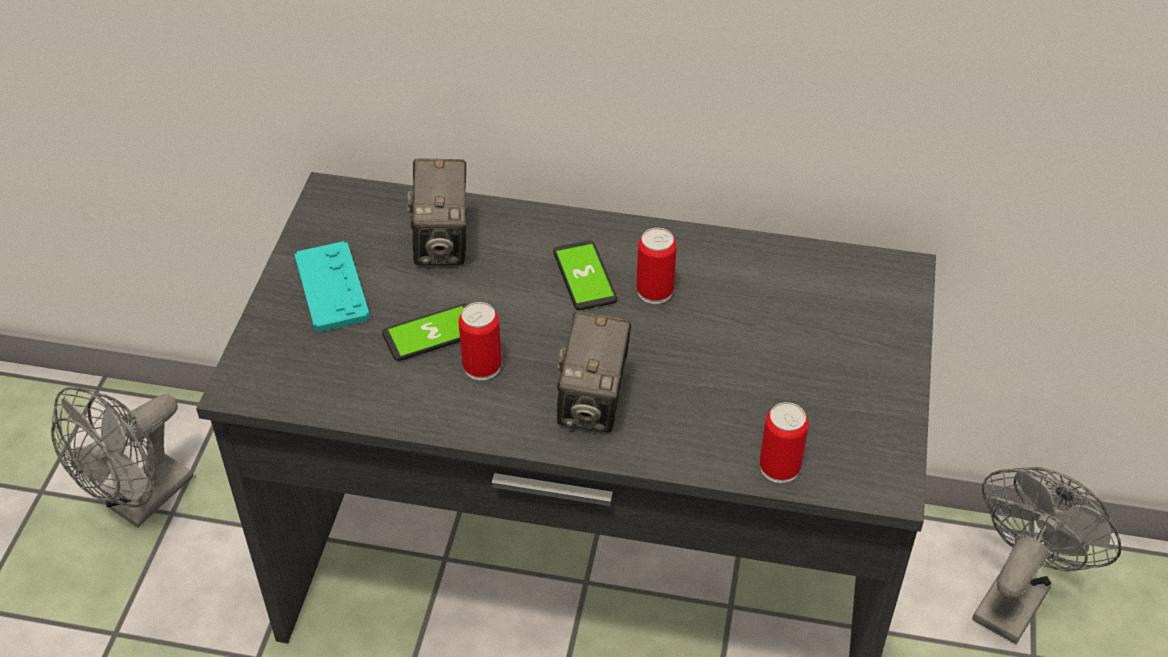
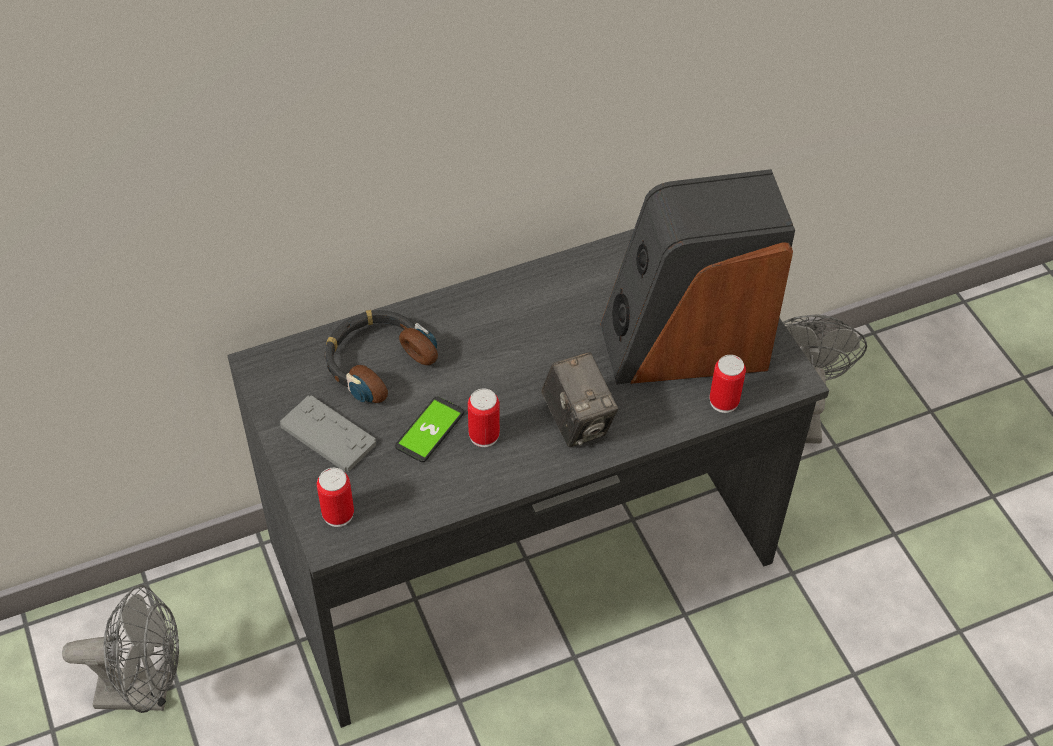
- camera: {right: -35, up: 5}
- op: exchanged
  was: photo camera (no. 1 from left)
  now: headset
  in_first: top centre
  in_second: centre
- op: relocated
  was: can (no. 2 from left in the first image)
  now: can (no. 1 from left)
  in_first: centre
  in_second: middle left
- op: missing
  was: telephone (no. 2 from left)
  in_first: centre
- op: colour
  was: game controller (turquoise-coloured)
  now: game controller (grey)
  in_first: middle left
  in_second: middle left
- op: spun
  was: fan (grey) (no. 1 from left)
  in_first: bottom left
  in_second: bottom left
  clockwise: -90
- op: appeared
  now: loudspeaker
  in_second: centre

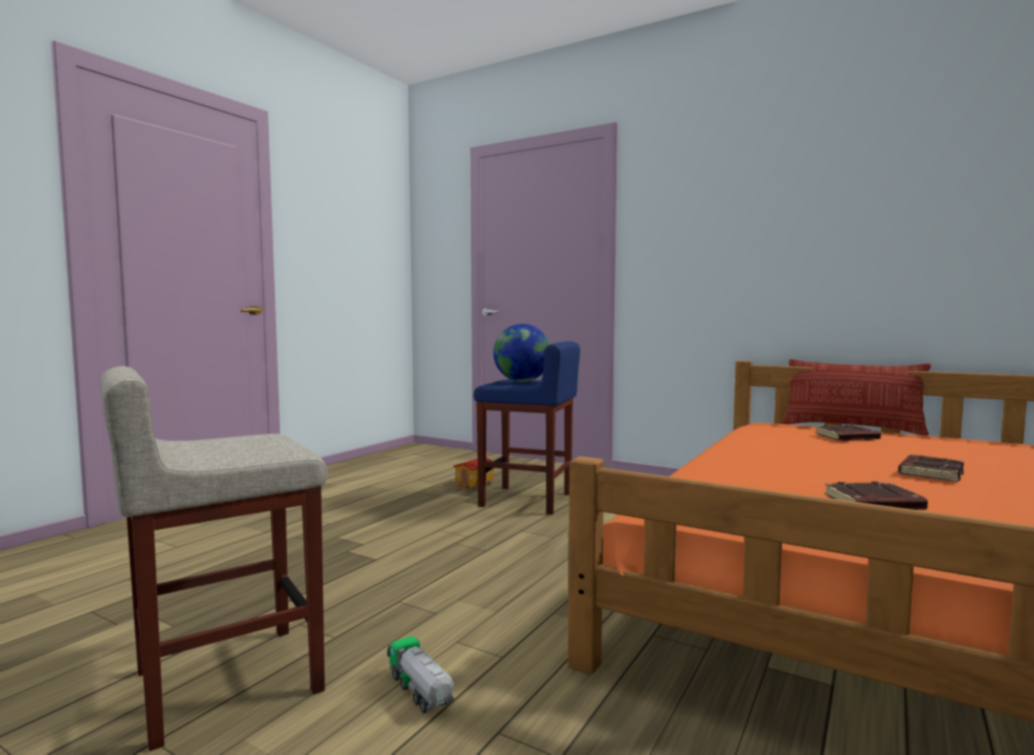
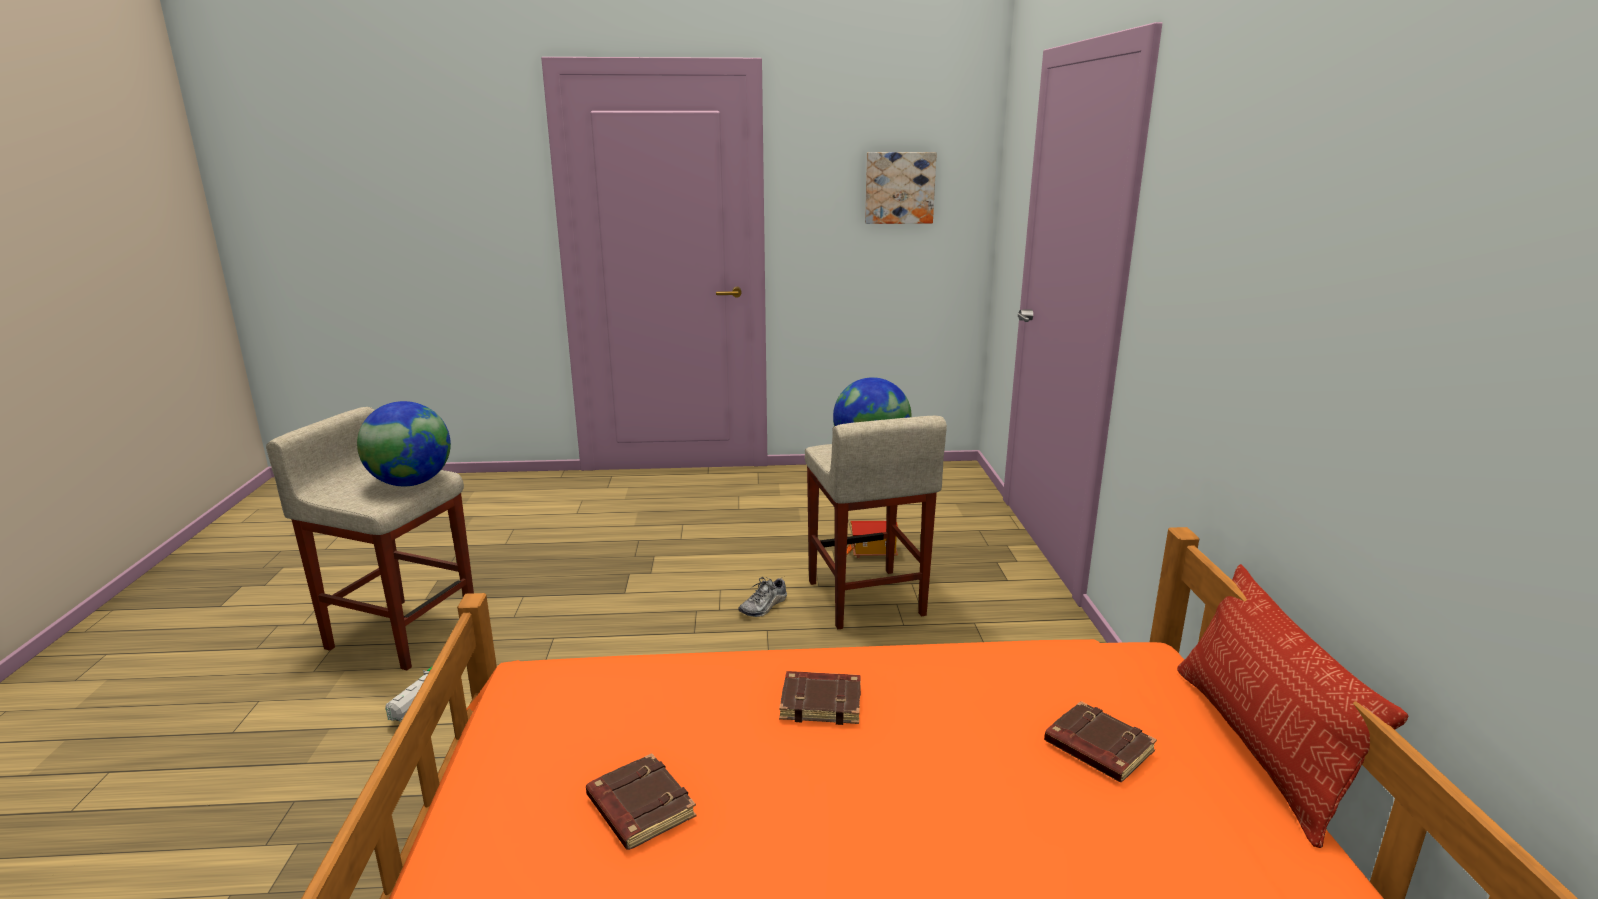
- camera: {right: 55, up: 15}
- op: colour
  was: stool seat (bluish)
  now: stool seat (sand-coloured) (no. 2 from left)
  in_first: centre
  in_second: centre
- op: relocated
  was: volume (brown) (no. 3 from left in the first image)
  now: volume (brown) (no. 2 from left)
  in_first: middle right
  in_second: bottom centre
- op: appeared
  now: picture
  in_second: top centre
- op: appeared
  now: desk globe (no. 1 from left)
  in_second: middle left
- op: appeared
  now: low shoe
  in_second: centre

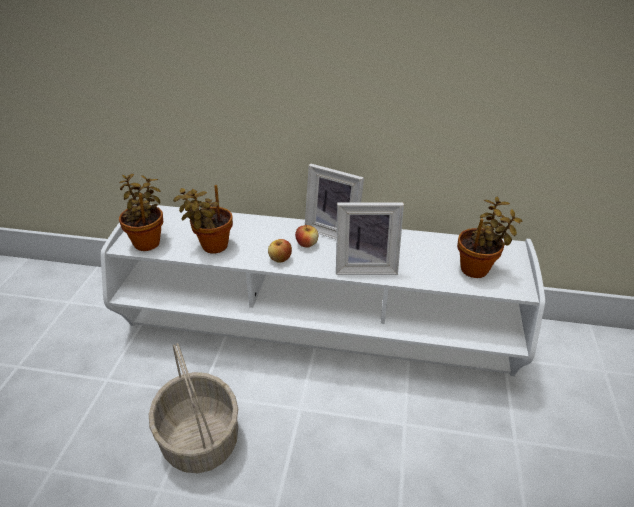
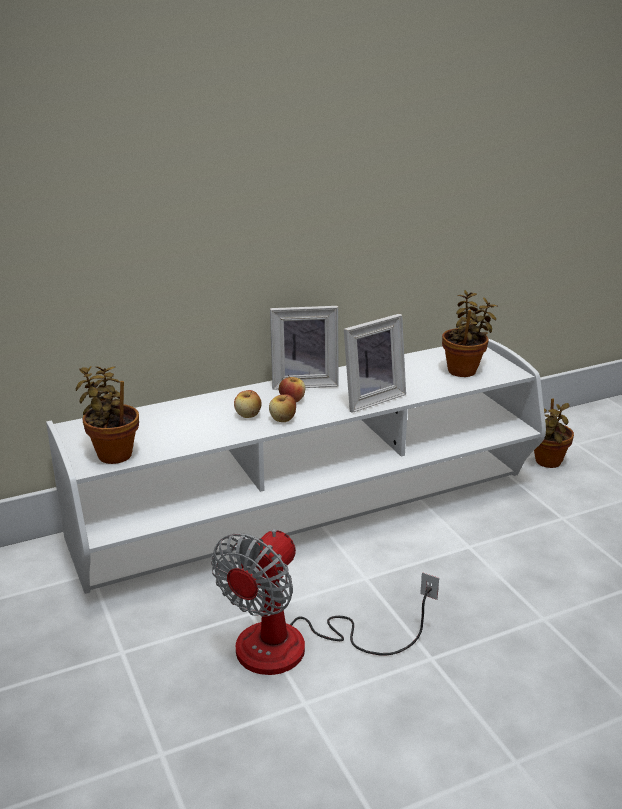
- camera: {right: -35, up: -10}
- op: relocated
  was: plant in a pot (no. 2 from left in the first image)
  now: plant in a pot (no. 3 from left)
  in_first: middle left
  in_second: middle right
- op: exchanged
  was: basket
  now: fan
  in_first: bottom left
  in_second: bottom centre
- op: appeared
  now: whole apple (no. 1 from left)
  in_second: centre

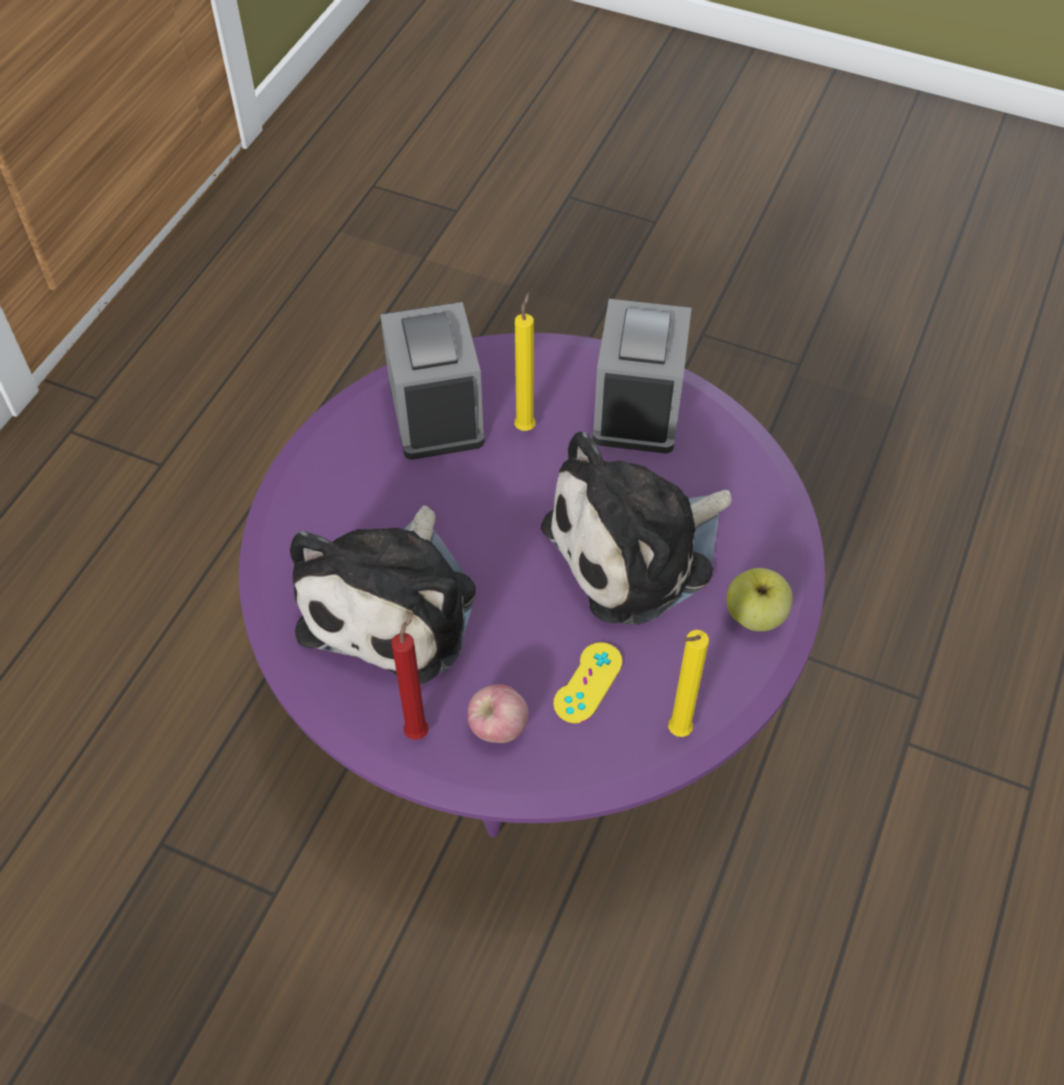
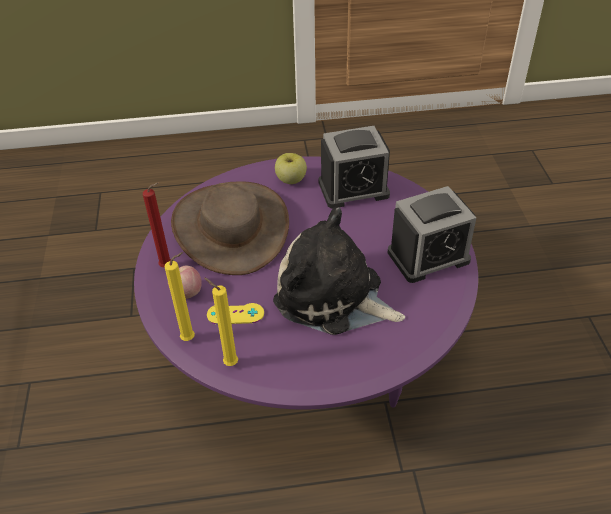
- camera: {right: 60, up: -10}
- op: relocated
  was: wax light (yellowish) (no. 1 from left)
  in_first: top centre
  in_second: middle left
- op: spun
  was: table clock (no. 1 from left)
  in_first: centre
  in_second: top centre
  clockwise: -150
- op: exchanged
  was: soft toy (no. 1 from left)
  now: wearable hat (brown)
  in_first: centre
  in_second: centre
- op: relocated
  was: whole apple (no. 2 from left)
  in_first: middle right
  in_second: top centre

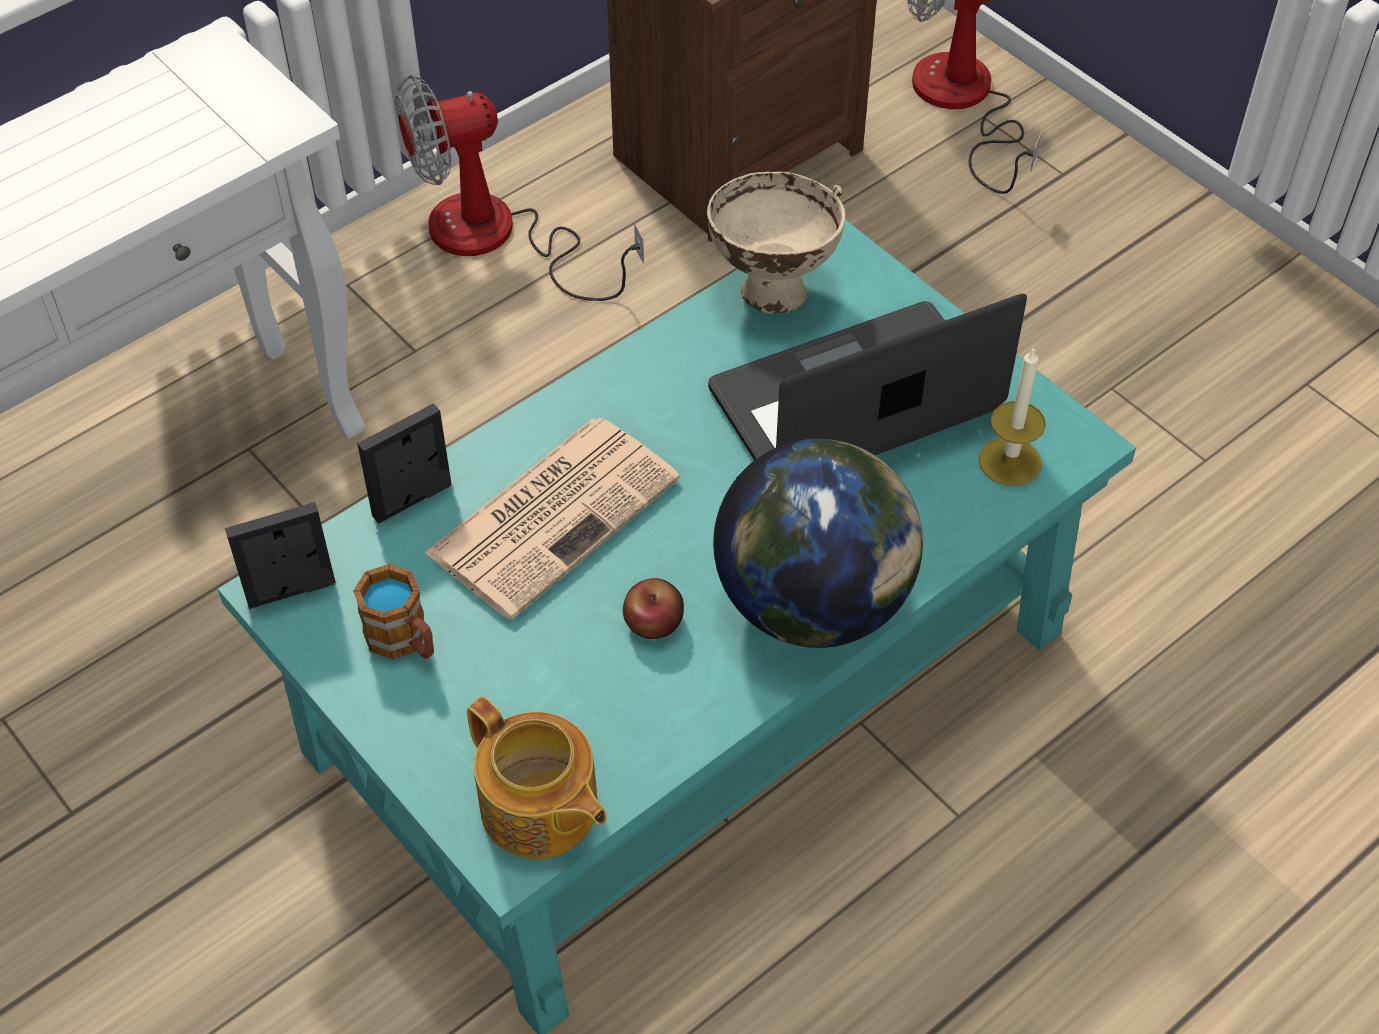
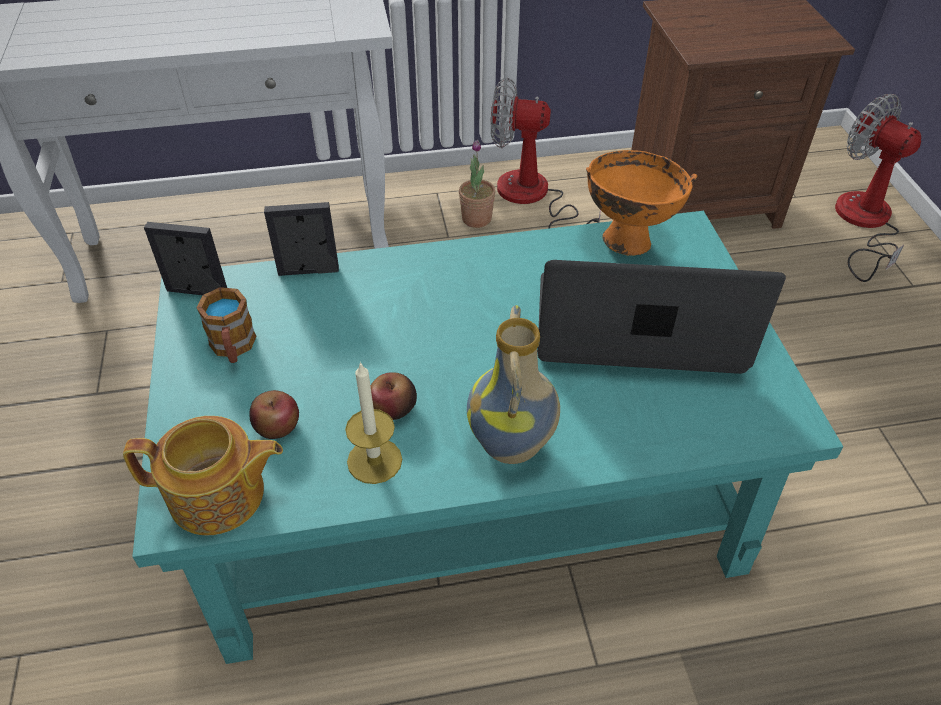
- camera: {right: 30, up: -5}
- op: colour
  was: serving bowl (sand-coloured)
  now: serving bowl (orange)
  in_first: top centre
  in_second: top right
- op: relocated
  was: wax light
  in_first: middle right
  in_second: centre
- op: missing
  was: printed paper
  in_first: centre
- op: exchanged
  was: desk globe
  now: vase
  in_first: centre
  in_second: centre
- op: spun
  was: pot for tea
  in_first: bottom centre
  in_second: bottom left
  clockwise: -75
- op: appeared
  now: plant in a pot
  in_second: top centre
- op: appeared
  now: whole apple (no. 1 from left)
  in_second: middle left

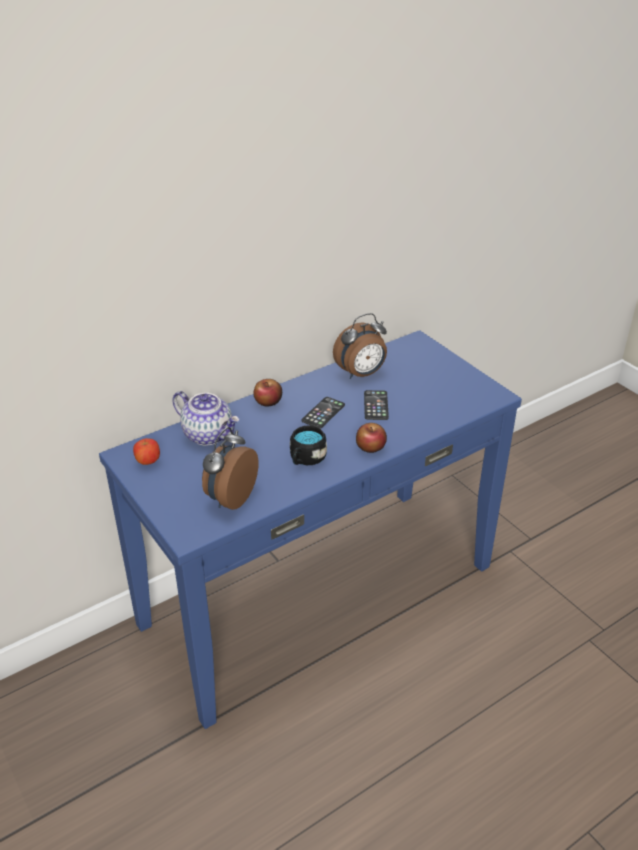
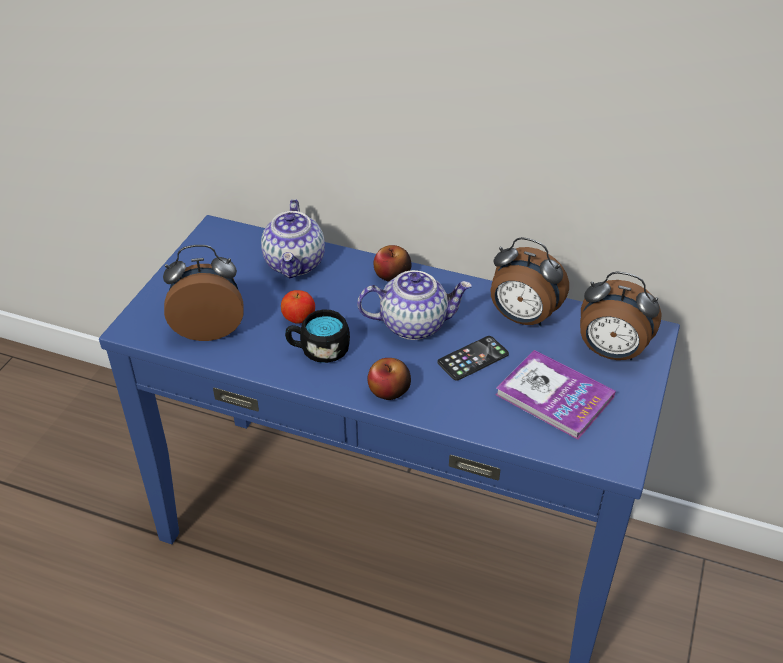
- camera: {right: 55, up: 5}
- op: exchanged
  was: telephone (no. 1 from left)
  now: pot for tea (no. 2 from left)
  in_first: centre
  in_second: centre
- op: relocated
  was: whole apple (no. 1 from left)
  in_first: middle left
  in_second: centre
- op: appeared
  now: table clock (no. 3 from left)
  in_second: middle right
- op: appeared
  now: volume
  in_second: middle right

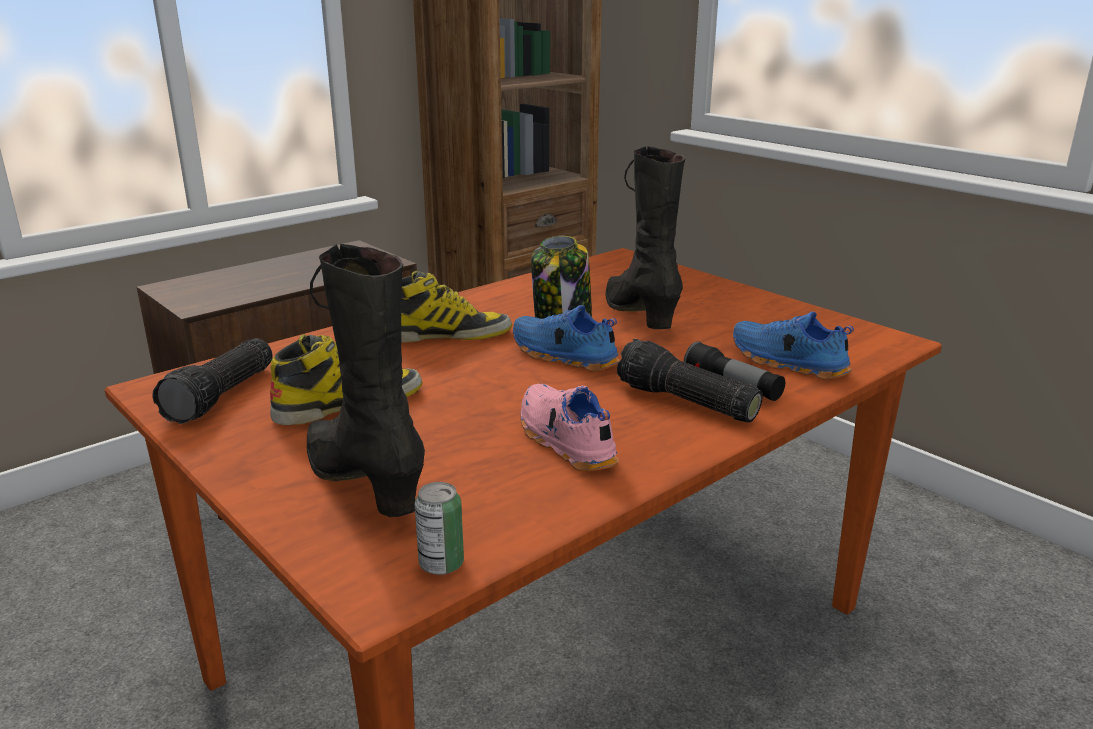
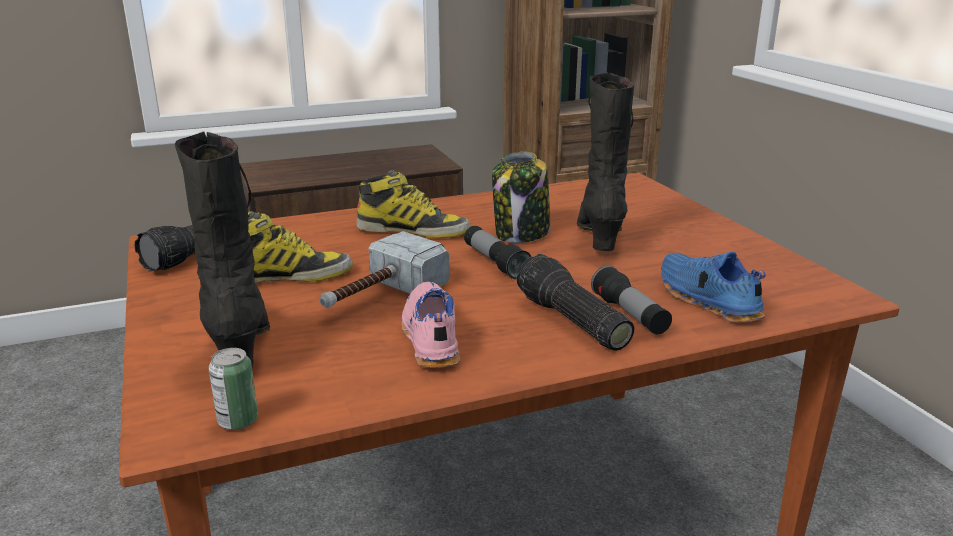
- camera: {right: 20, up: 0}
- op: exchanged
  was: low shoe (bluish) (no. 1 from left)
  now: torch (no. 2 from left)
  in_first: centre
  in_second: centre
- op: appeared
  now: hammer
  in_second: centre

